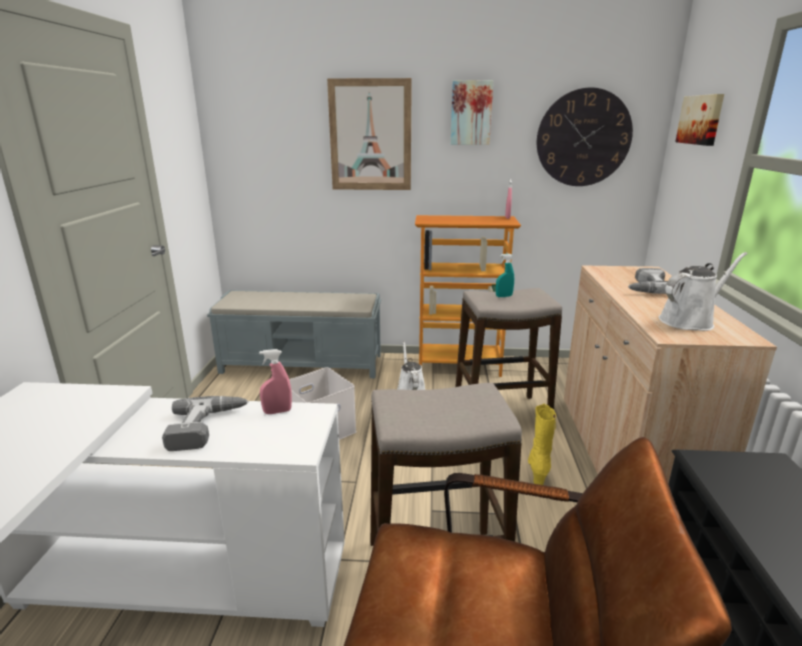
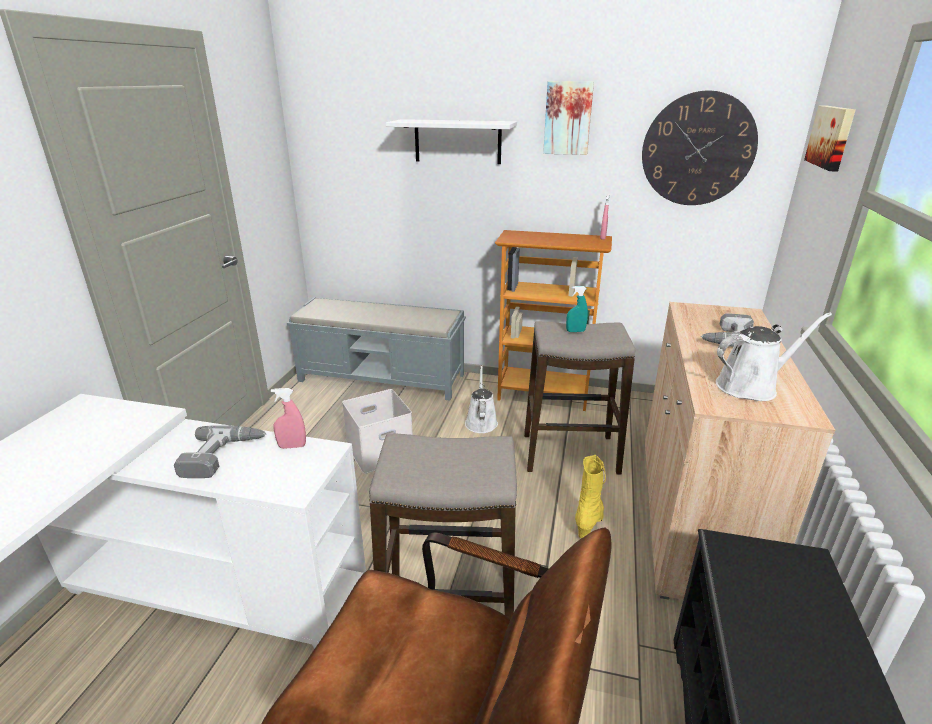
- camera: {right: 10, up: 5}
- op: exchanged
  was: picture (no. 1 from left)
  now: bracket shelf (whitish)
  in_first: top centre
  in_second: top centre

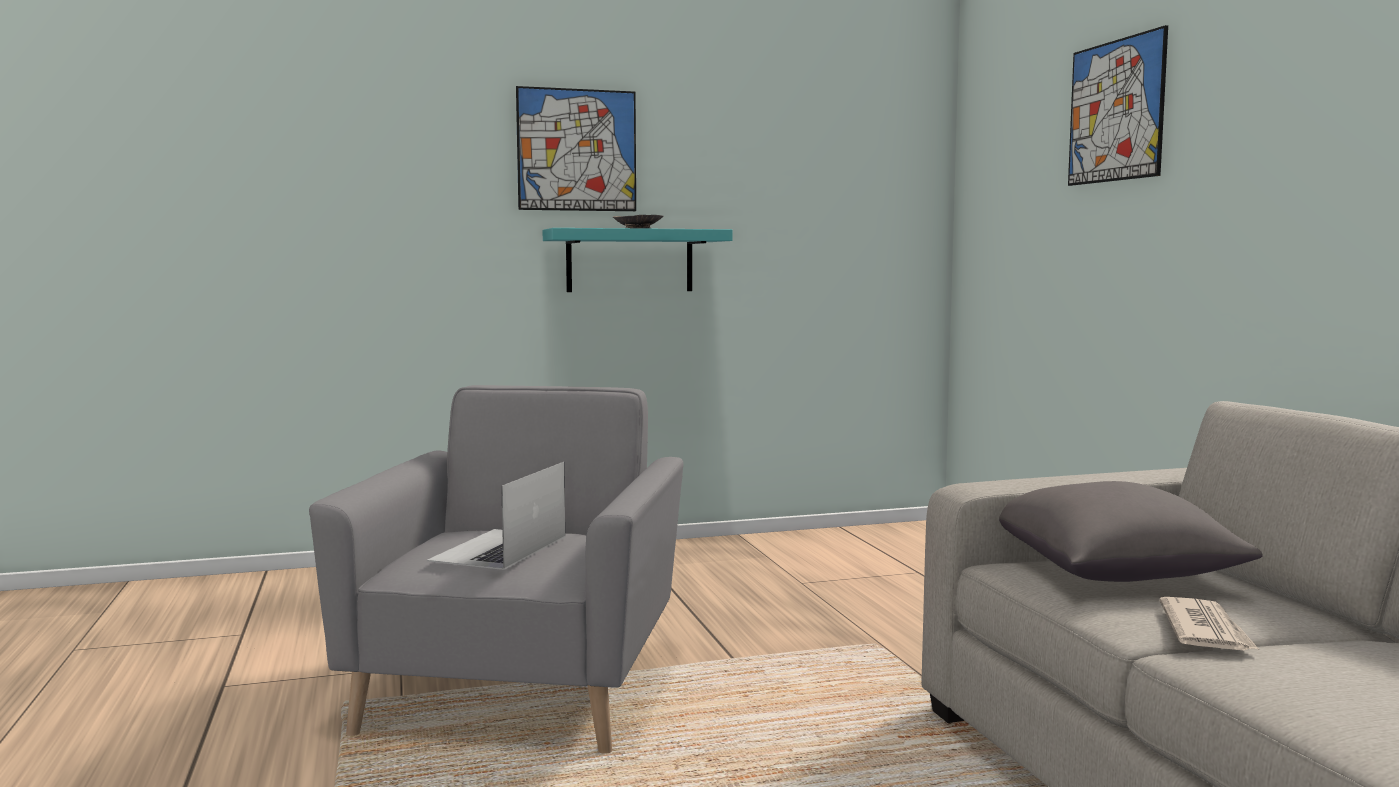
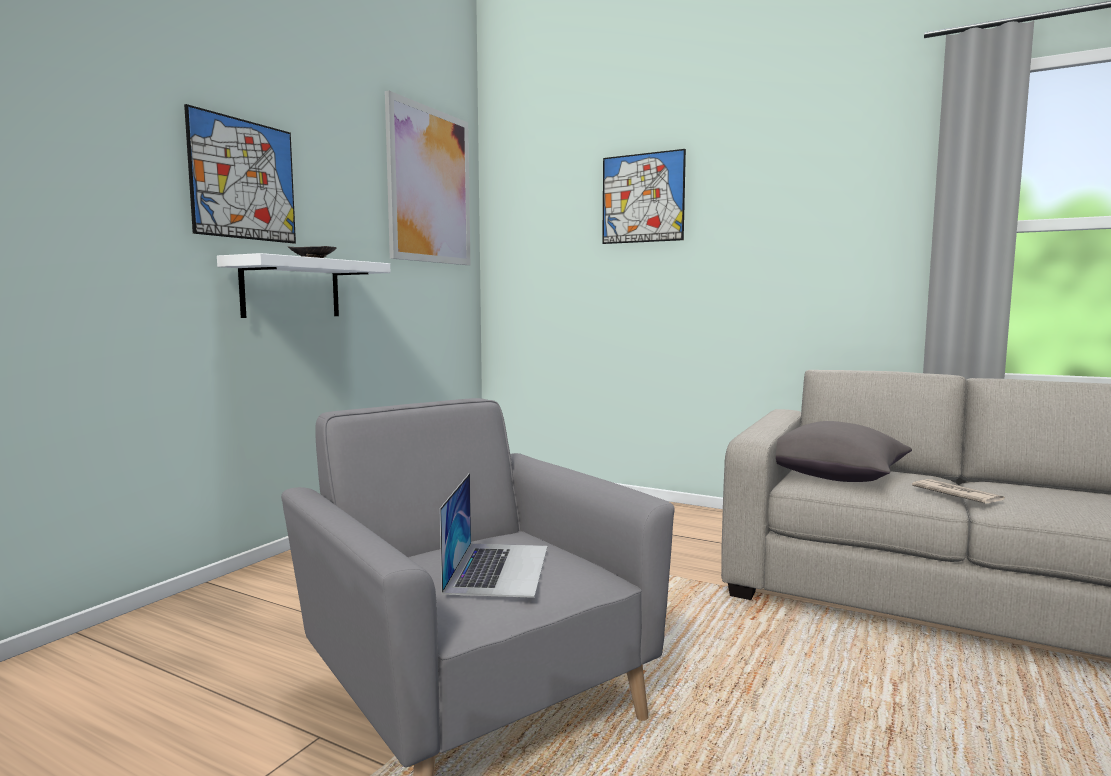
- camera: {right: -45, up: 0}
- op: colour
  was: bracket shelf (turquoise-coloured)
  now: bracket shelf (whitish)
  in_first: top centre
  in_second: middle left
- op: spun
  was: portable computer
  in_first: centre
  in_second: bottom centre
  clockwise: -150
- op: appeared
  now: picture (no. 2 from left)
  in_second: top centre

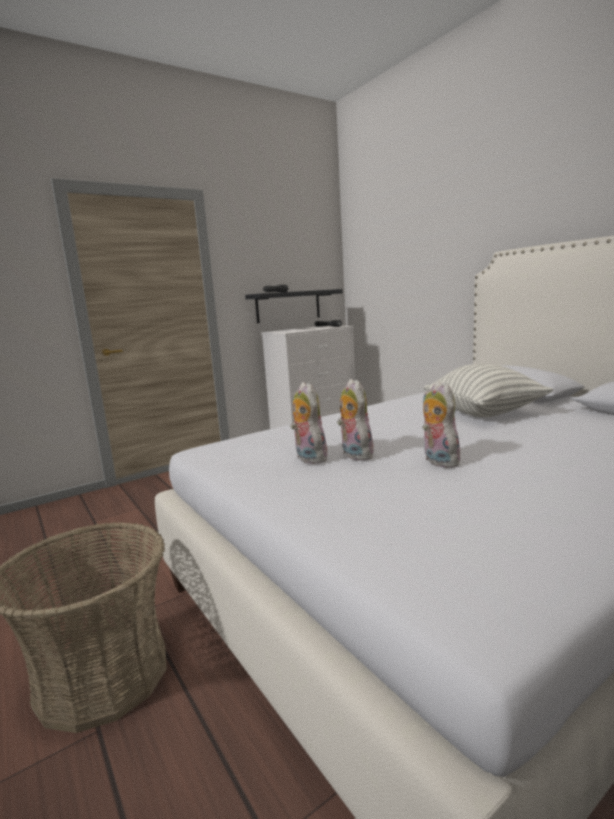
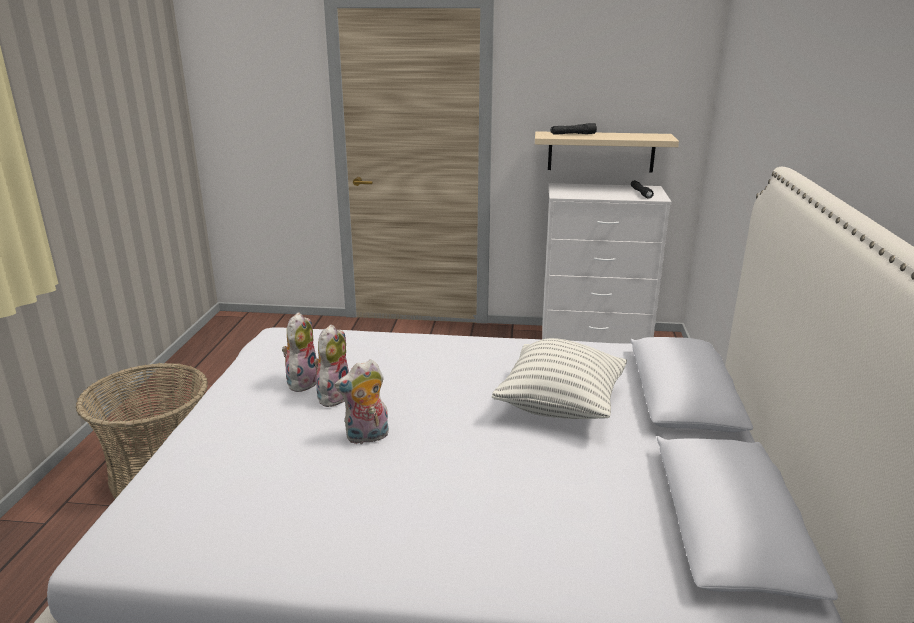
- camera: {right: 40, up: 10}
- op: colour
  was: bracket shelf (black)
  now: bracket shelf (sand-coloured)
  in_first: centre
  in_second: top centre
- op: spun
  was: soft toy (no. 3 from left)
  in_first: middle right
  in_second: centre
  clockwise: -135

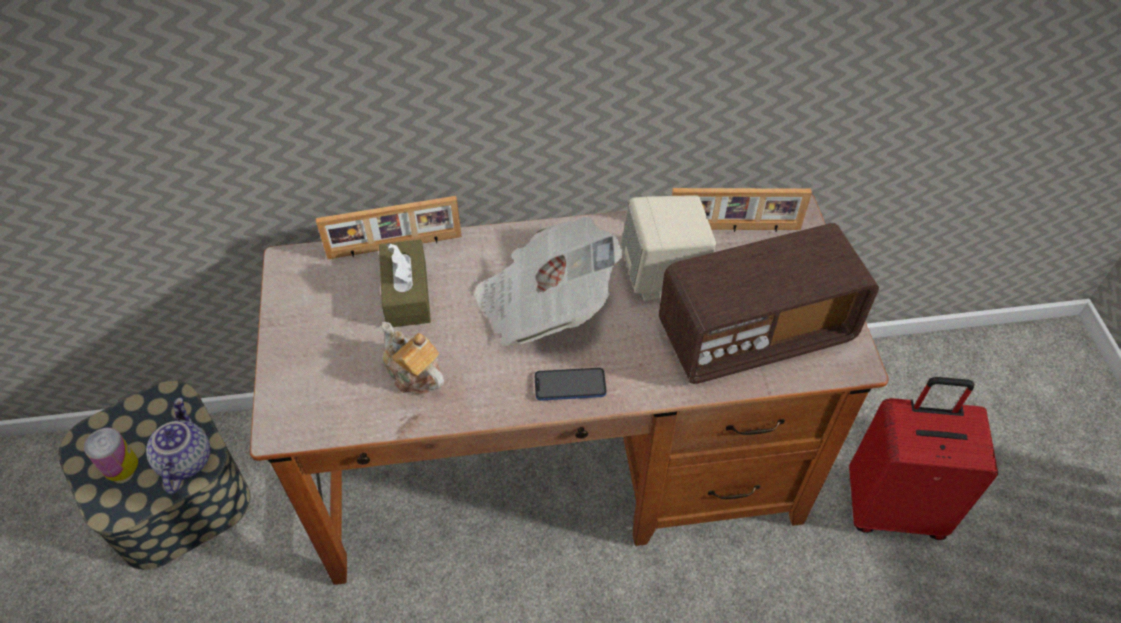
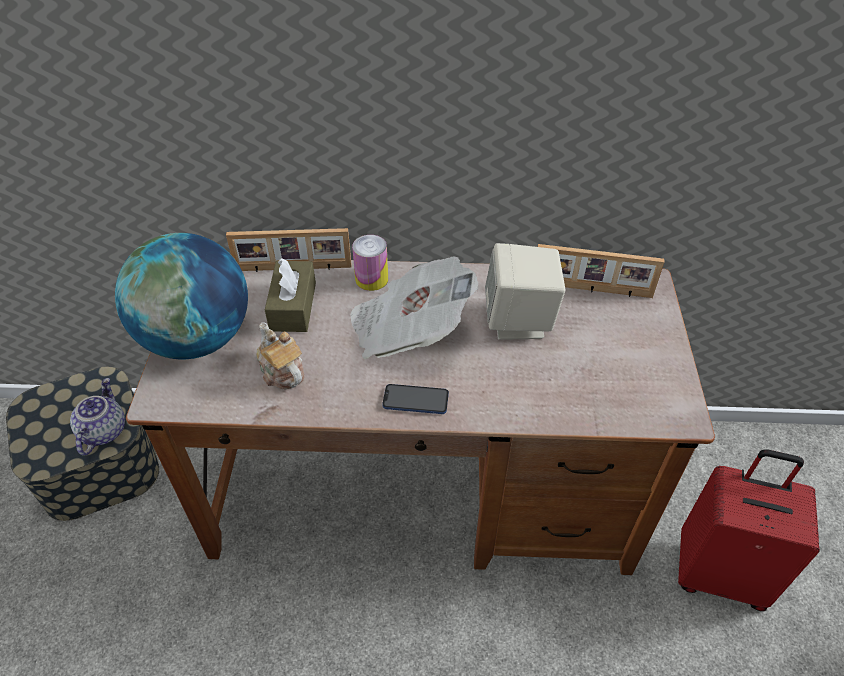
- camera: {right: 10, up: -5}
- op: missing
  was: radio receiver
  in_first: middle right
- op: relocated
  was: can
  in_first: bottom left
  in_second: centre
- op: appeared
  now: desk globe
  in_second: middle left

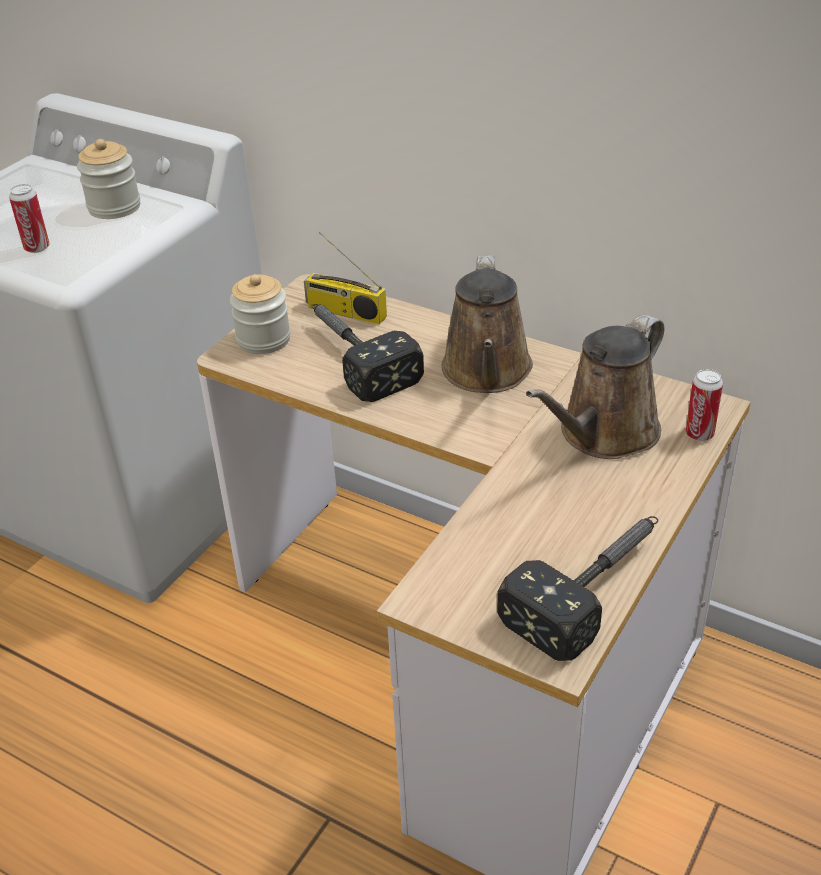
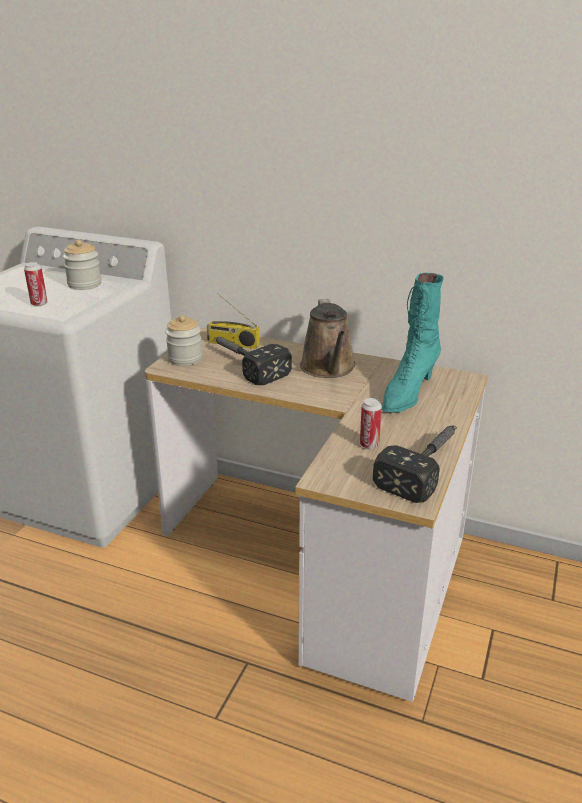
- camera: {right: -10, up: -10}
- op: exchanged
  was: watering can (brown) (no. 2 from left)
  now: tall boot (turquoise-coloured)
  in_first: middle right
  in_second: middle right
- op: relocated
  was: can (no. 2 from left)
  in_first: middle right
  in_second: centre

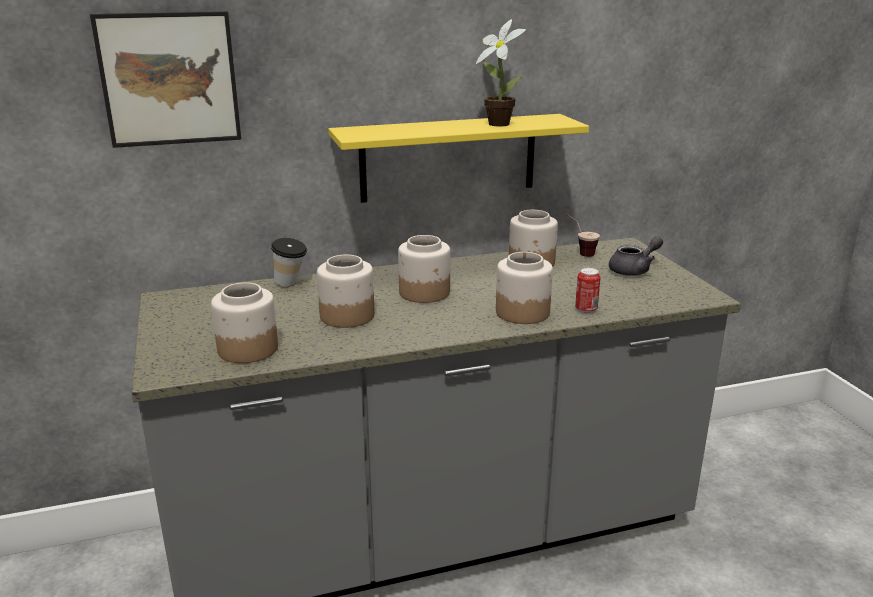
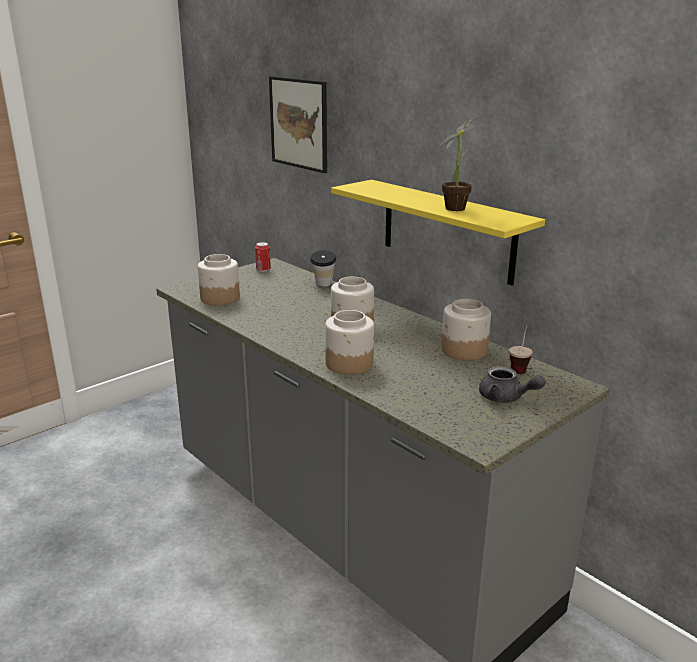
- camera: {right: 65, up: 0}
- op: missing
  was: jar (no. 2 from left)
  in_first: centre
- op: relocated
  was: can
  in_first: middle right
  in_second: centre

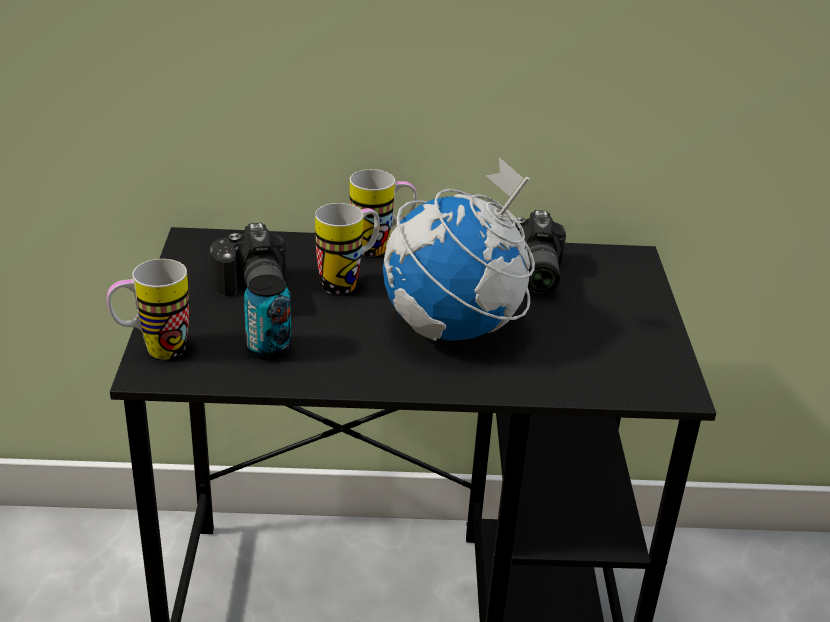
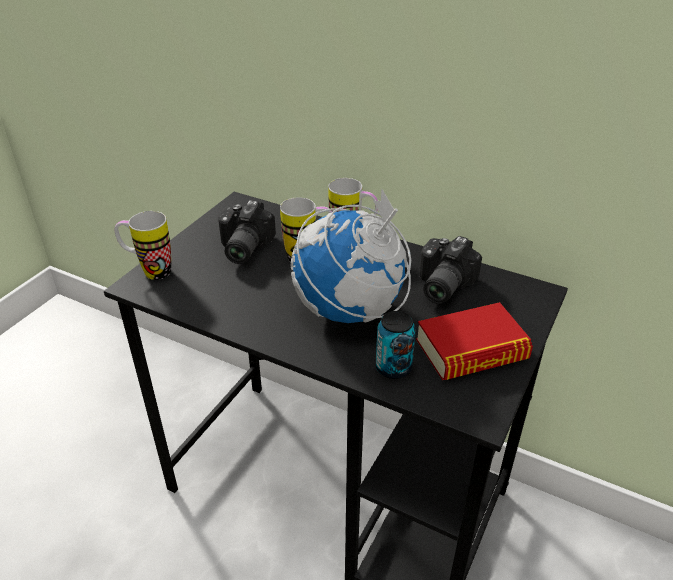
- camera: {right: 30, up: 5}
- op: relocated
  was: can
  in_first: middle left
  in_second: centre
- op: appeared
  now: volume
  in_second: middle right

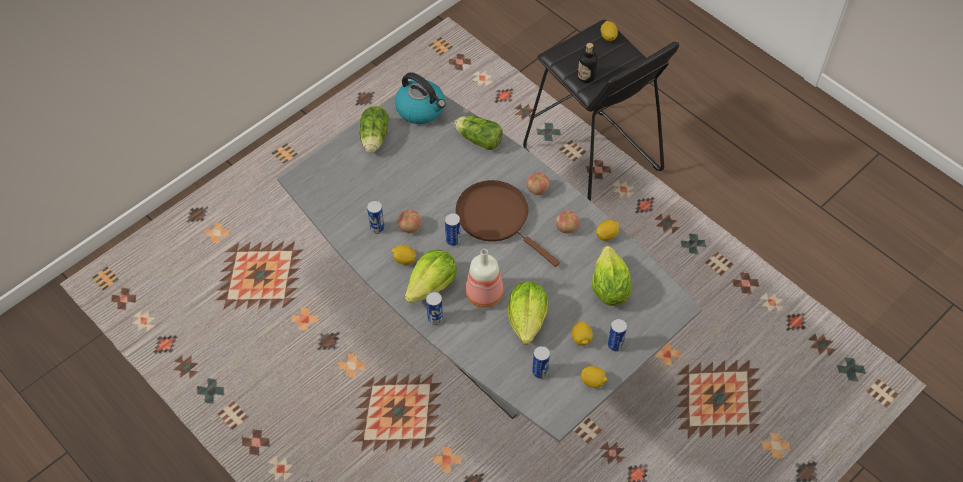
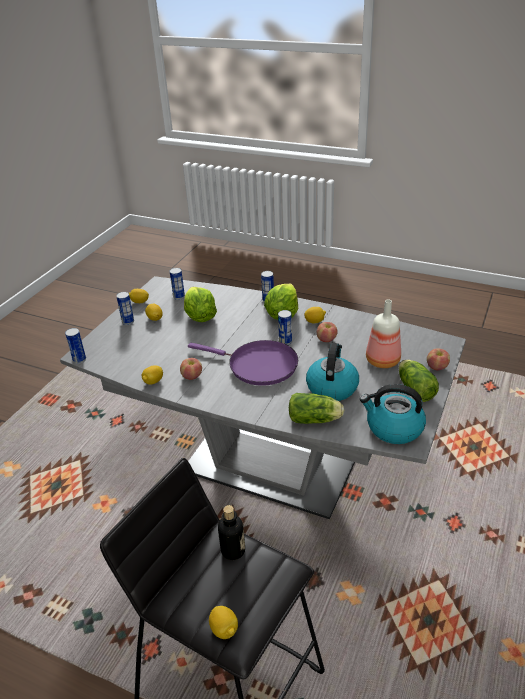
- camera: {right: 160, up: -20}
- op: relocated
  was: whole apple (no. 2 from left in the first image)
  now: whole apple (no. 3 from left)
  in_first: centre
  in_second: middle right
- op: colour
  was: pan (brown)
  now: pan (purplish)
  in_first: centre
  in_second: centre
- op: relocated
  was: can (no. 1 from left)
  in_first: centre
  in_second: middle left
- op: missing
  was: lettuce head (no. 5 from left)
  in_first: centre
- op: relocated
  was: drink bottle (no. 1 from left in the first image)
  now: drink bottle (no. 2 from left)
  in_first: centre
  in_second: middle right
- op: appeared
  now: tea kettle (no. 1 from left)
  in_second: centre

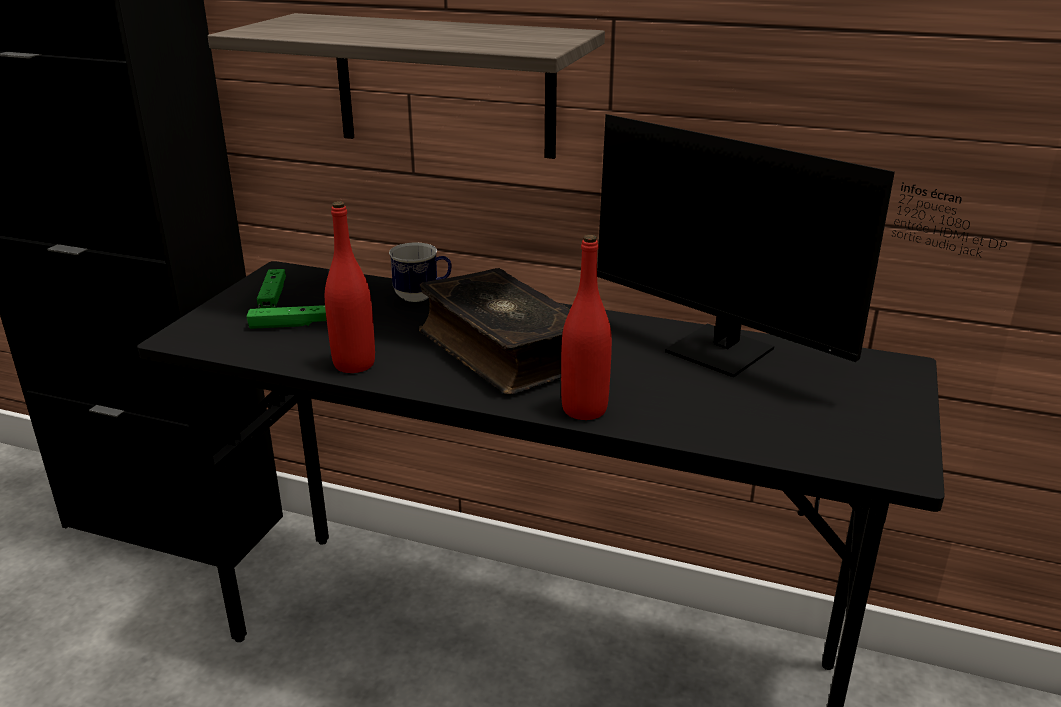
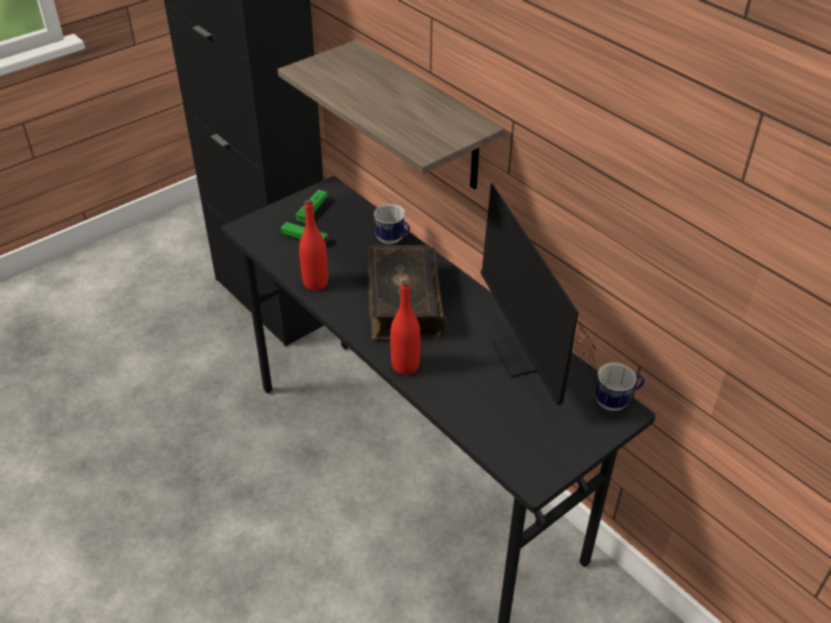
- camera: {right: 30, up: 15}
- op: appeared
  now: tea mug (no. 2 from left)
  in_second: middle right

